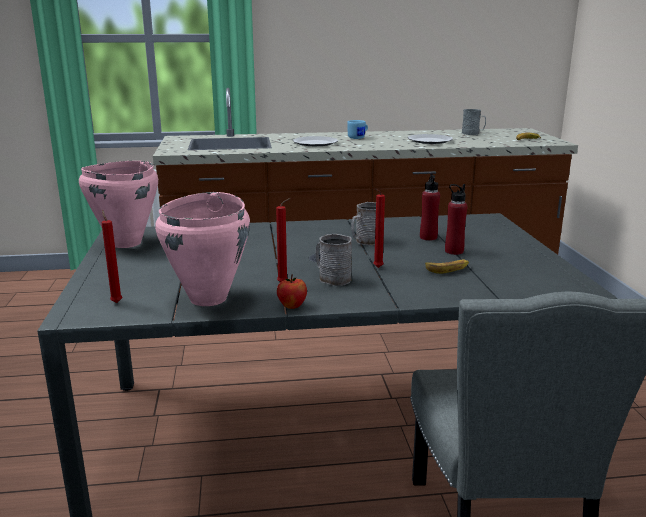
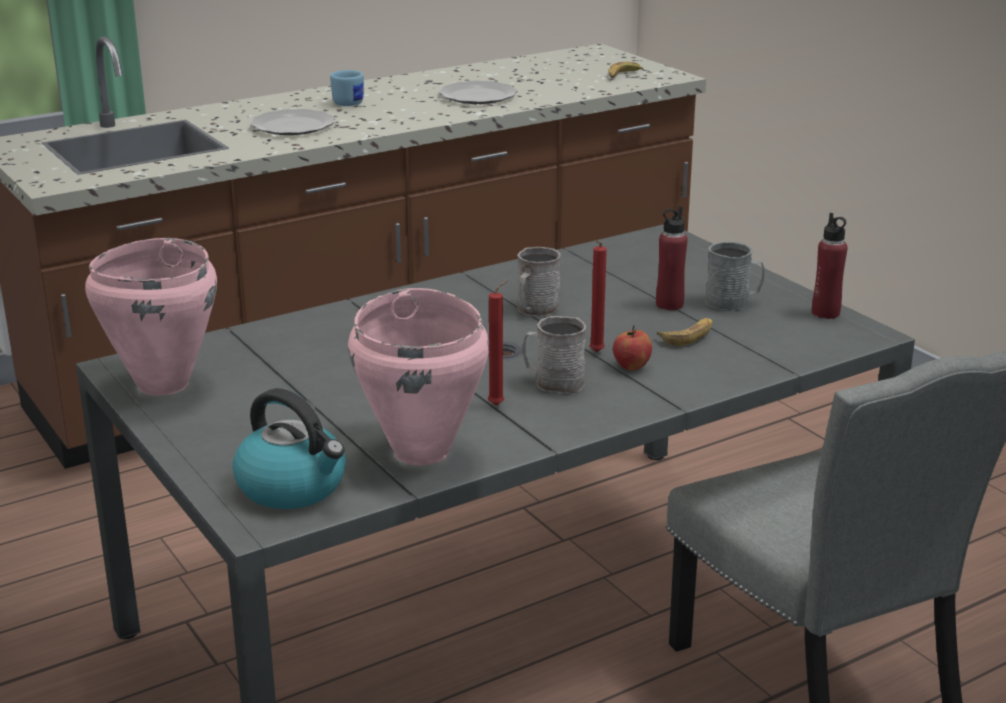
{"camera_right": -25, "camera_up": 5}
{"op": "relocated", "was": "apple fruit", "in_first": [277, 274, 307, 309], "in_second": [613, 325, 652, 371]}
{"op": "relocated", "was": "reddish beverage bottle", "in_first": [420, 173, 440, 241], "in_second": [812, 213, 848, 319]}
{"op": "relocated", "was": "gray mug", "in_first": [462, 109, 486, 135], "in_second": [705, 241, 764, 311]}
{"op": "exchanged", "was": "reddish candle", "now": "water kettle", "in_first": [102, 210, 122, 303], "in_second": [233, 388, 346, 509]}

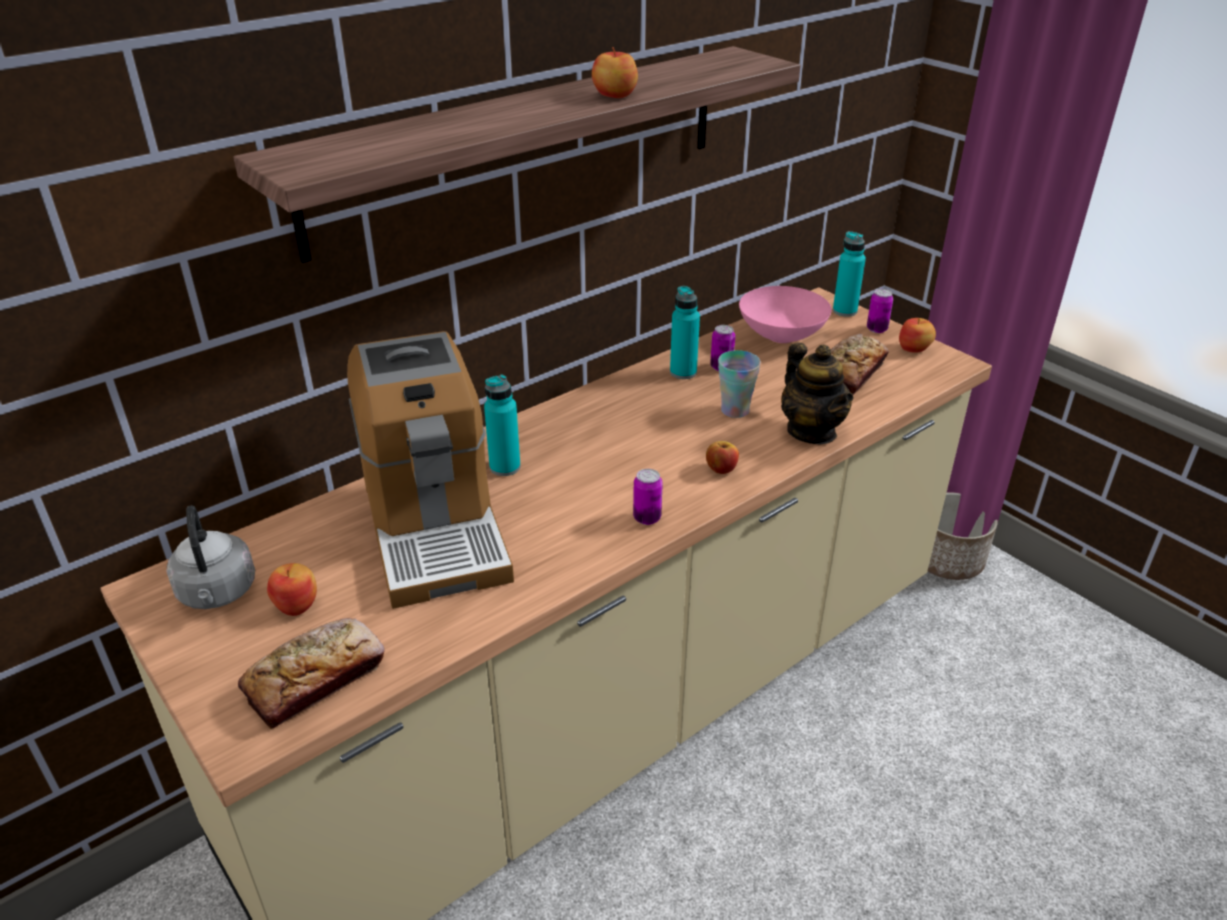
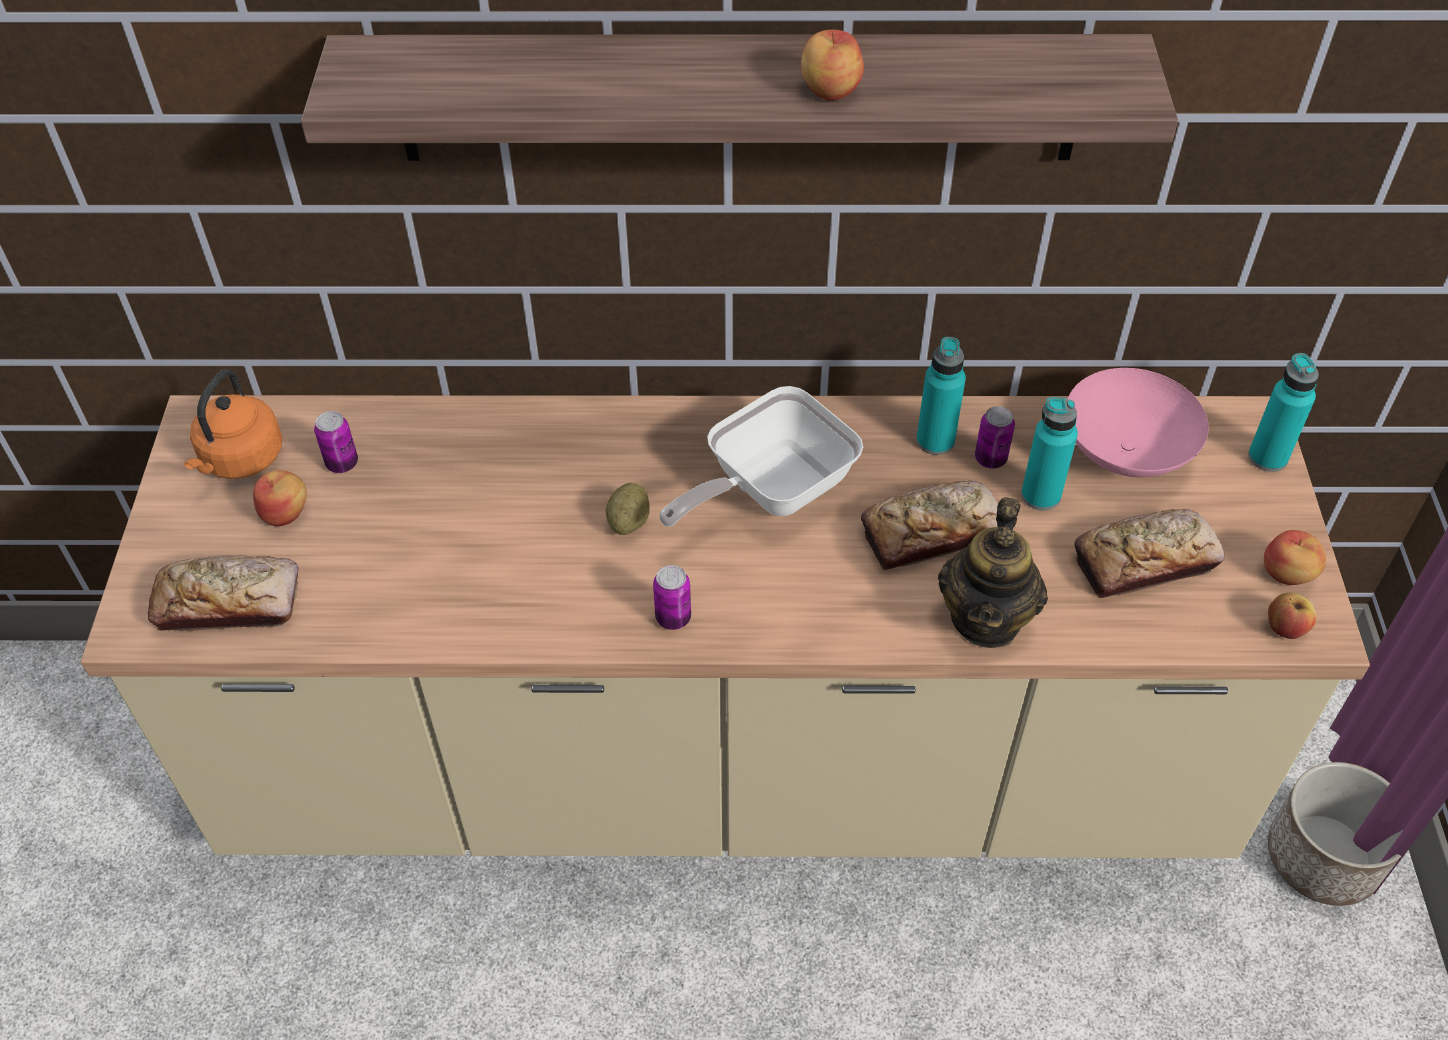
{"camera_right": 40, "camera_up": 15}
{"op": "missing", "was": "coffee brewer", "in_first": [347, 331, 514, 609]}
{"op": "appeared", "now": "spud", "in_second": [605, 483, 650, 535]}
{"op": "appeared", "now": "pan", "in_second": [659, 386, 863, 527]}
{"op": "relocated", "was": "turquoise-coloured beverage bottle", "in_first": [484, 375, 520, 476], "in_second": [1021, 397, 1078, 511]}
{"op": "relocated", "was": "apple fruit", "in_first": [706, 441, 739, 474], "in_second": [1268, 593, 1317, 639]}
{"op": "relocated", "was": "metal can", "in_first": [867, 289, 893, 333], "in_second": [314, 411, 358, 473]}
{"op": "exchanged", "was": "drinking cup", "now": "bread", "in_first": [718, 350, 761, 418], "in_second": [861, 481, 998, 570]}
{"op": "colour", "was": "gray water kettle", "now": "orangey water kettle", "in_first": [167, 506, 255, 609], "in_second": [184, 369, 282, 479]}

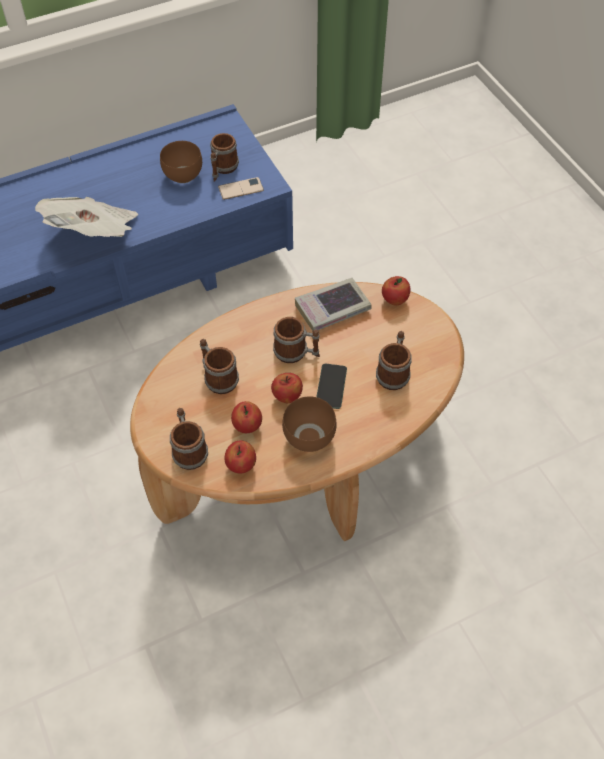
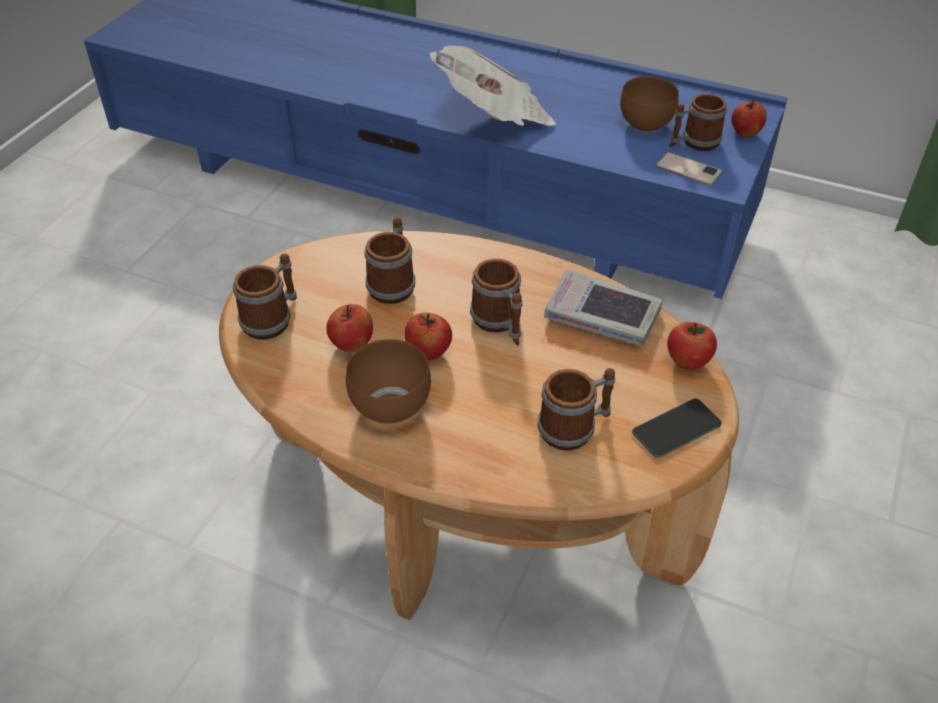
{"camera_right": 50, "camera_up": -10}
{"op": "relocated", "was": "apple fruit", "in_first": [225, 440, 256, 473], "in_second": [731, 98, 767, 137]}
{"op": "relocated", "was": "handset", "in_first": [317, 364, 347, 409], "in_second": [632, 398, 722, 458]}

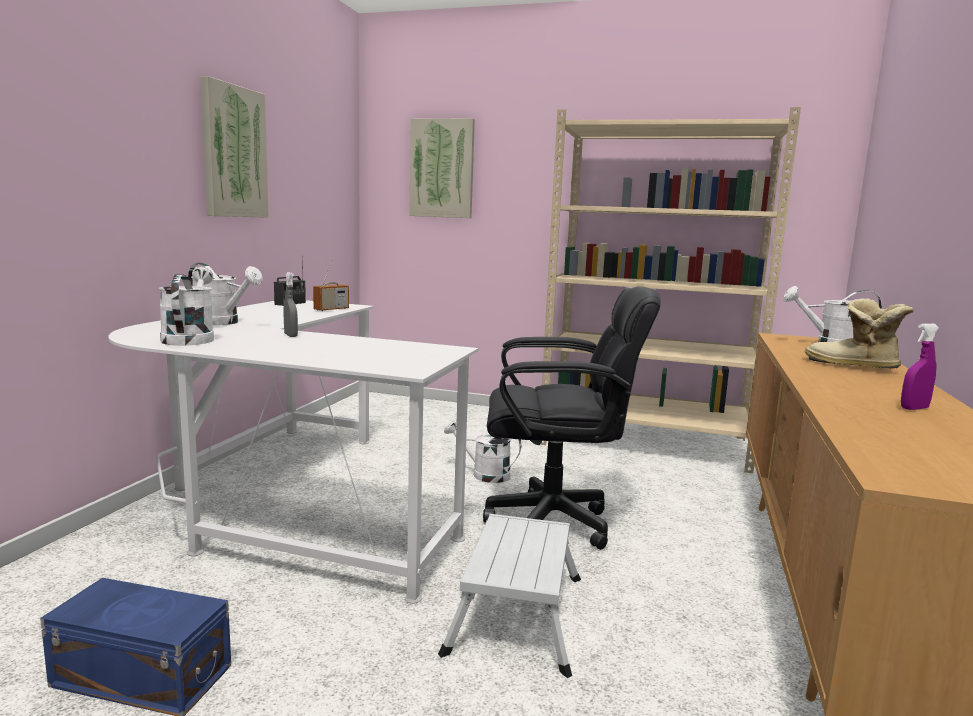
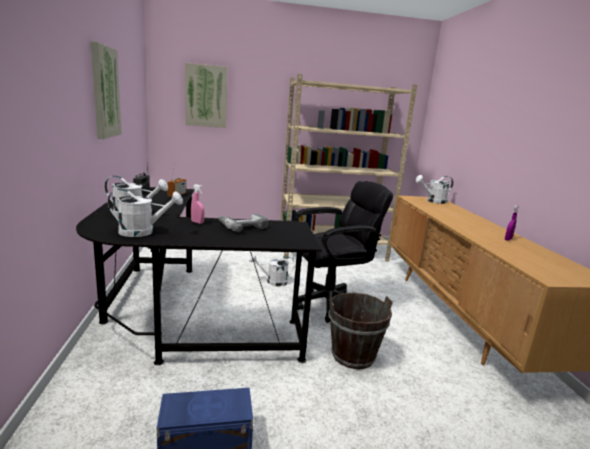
{"camera_right": -25, "camera_up": 5}
{"op": "missing", "was": "tall boot", "in_first": [805, 299, 914, 369]}
{"op": "appeared", "now": "electric drill", "in_second": [219, 214, 268, 232]}
{"op": "exchanged", "was": "white-coloured step stool", "now": "brownish bucket", "in_first": [438, 514, 581, 678], "in_second": [328, 293, 393, 369]}
{"op": "colour", "was": "white-coloured desk table", "now": "black desk table", "in_first": [108, 300, 478, 604], "in_second": [76, 187, 322, 365]}
{"op": "colour", "was": "gray hand sprayer", "now": "pink hand sprayer", "in_first": [284, 272, 298, 337], "in_second": [191, 184, 204, 224]}
{"op": "spun", "was": "white-coloured sprinkling can", "in_first": [159, 267, 214, 346], "in_second": [108, 189, 183, 237], "clockwise": 120}

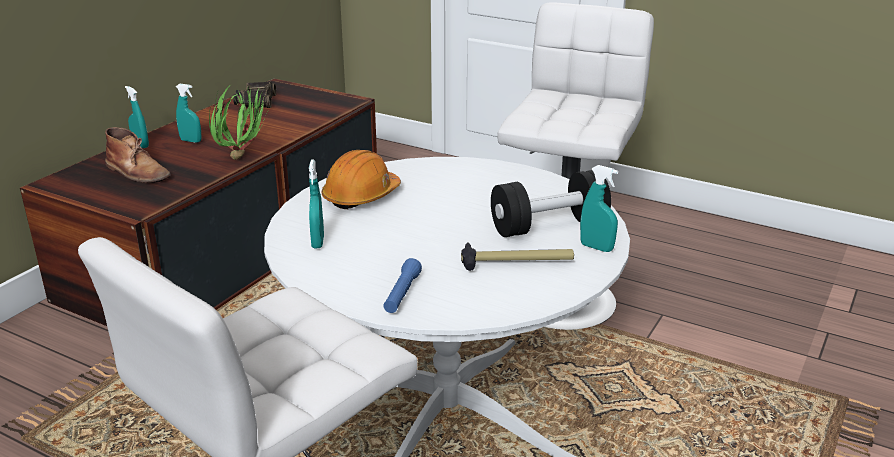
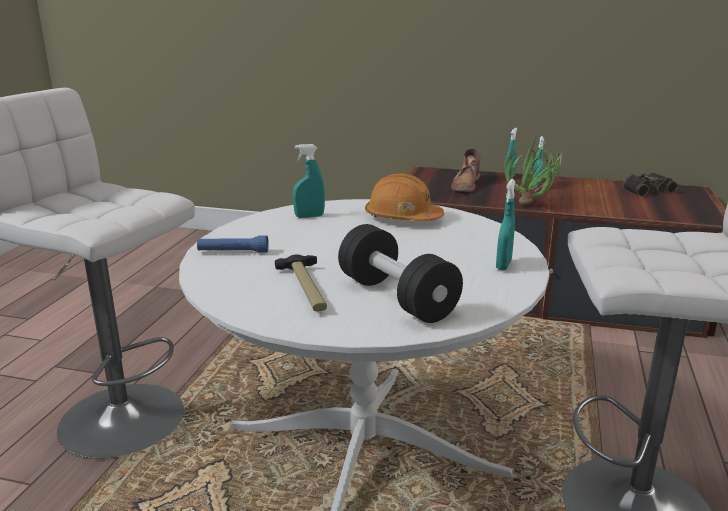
{"camera_right": 75, "camera_up": -5}
{"op": "relocated", "was": "turquoise-coloured hand sprayer", "in_first": [580, 165, 618, 252], "in_second": [496, 179, 515, 270]}

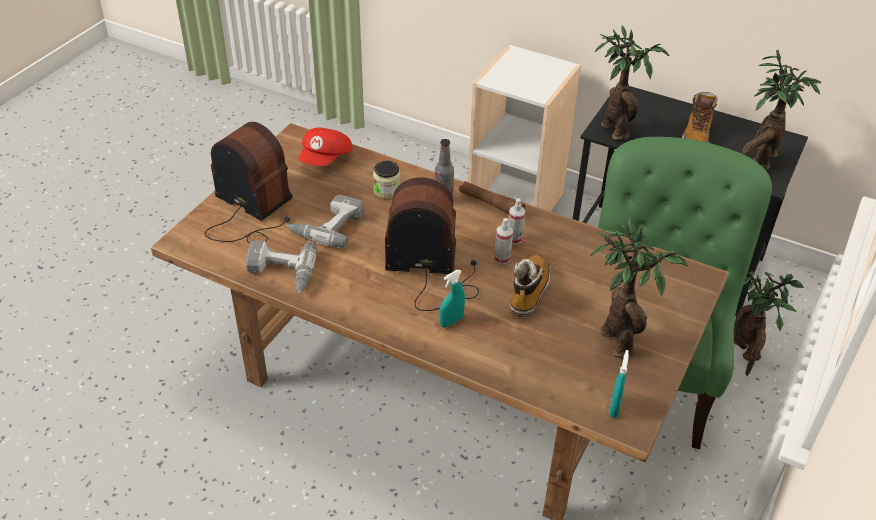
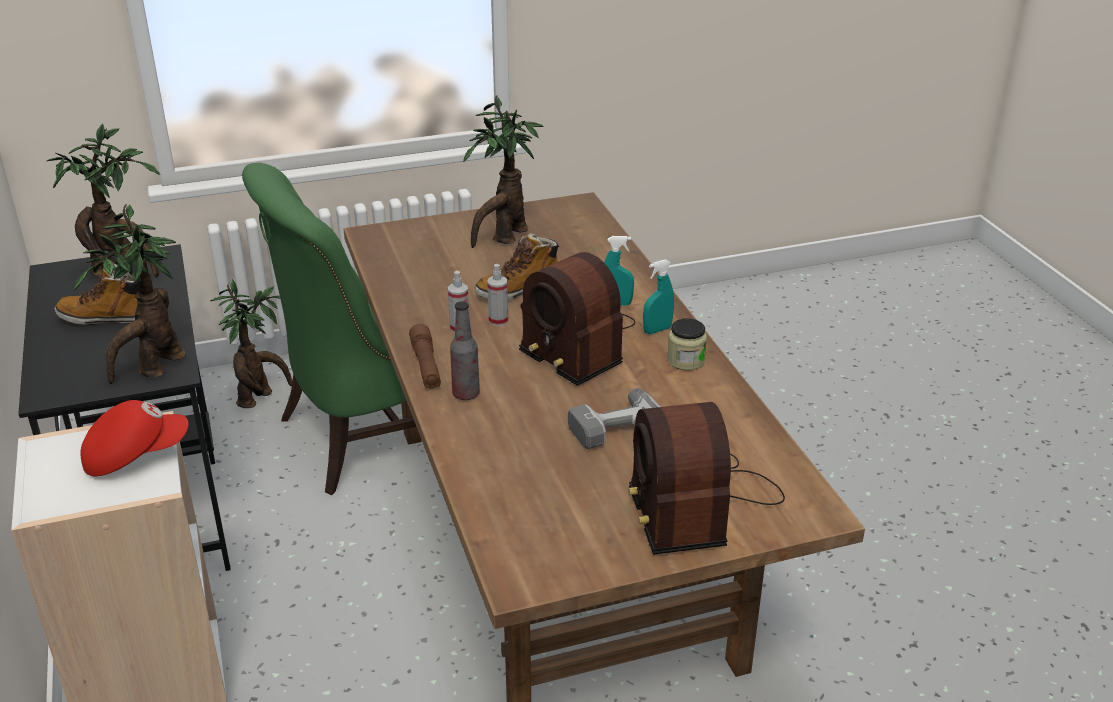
{"camera_right": -135, "camera_up": -10}
{"op": "missing", "was": "electric drill", "in_first": [246, 240, 317, 293]}
{"op": "relocated", "was": "reddish cap", "in_first": [298, 127, 352, 166], "in_second": [80, 400, 189, 476]}
{"op": "relocated", "was": "preserve jar", "in_first": [373, 161, 401, 199], "in_second": [667, 318, 707, 371]}
{"op": "relocated", "was": "turquoise-coloured hand sprayer", "in_first": [609, 350, 629, 418], "in_second": [643, 259, 674, 334]}
{"op": "spun", "was": "tall boot", "in_first": [682, 92, 717, 143], "in_second": [55, 264, 140, 325], "clockwise": -150}

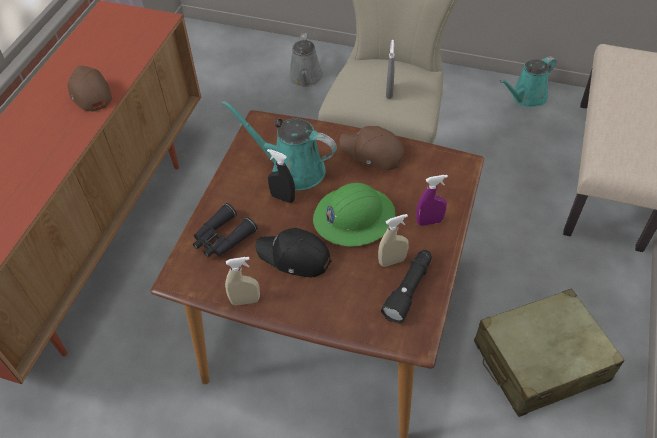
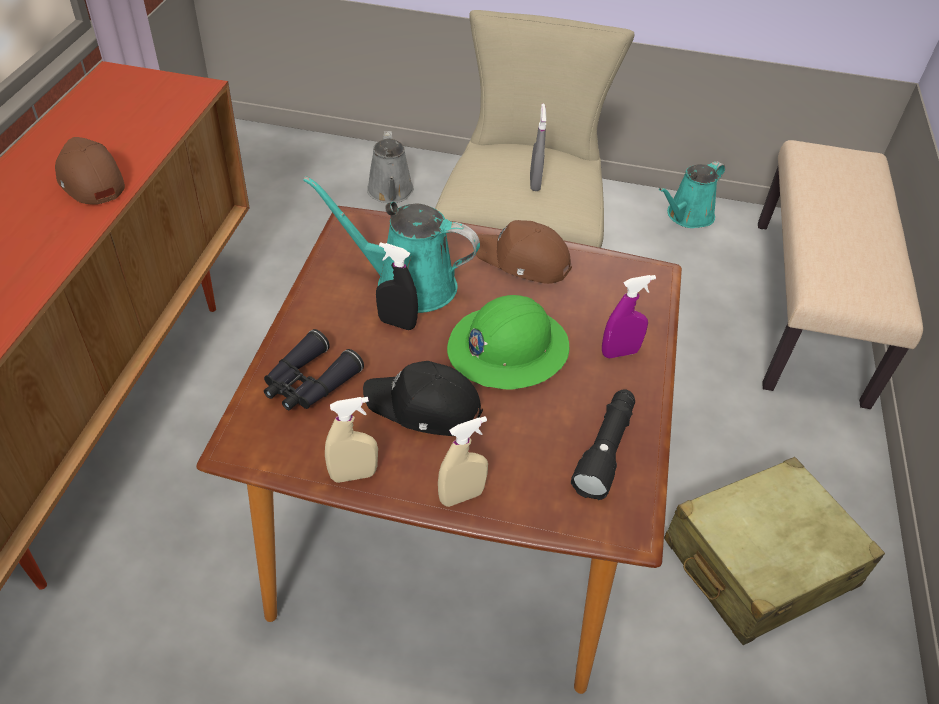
{"camera_right": -10, "camera_up": -5}
{"op": "relocated", "was": "beige hand sprayer", "in_first": [378, 214, 409, 267], "in_second": [438, 416, 488, 507]}

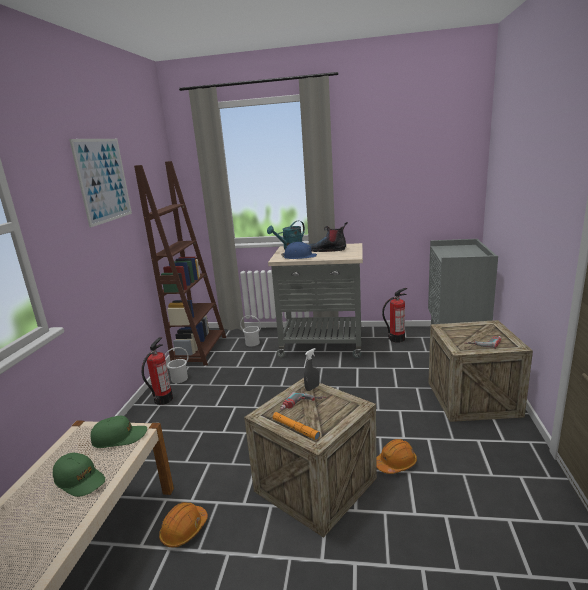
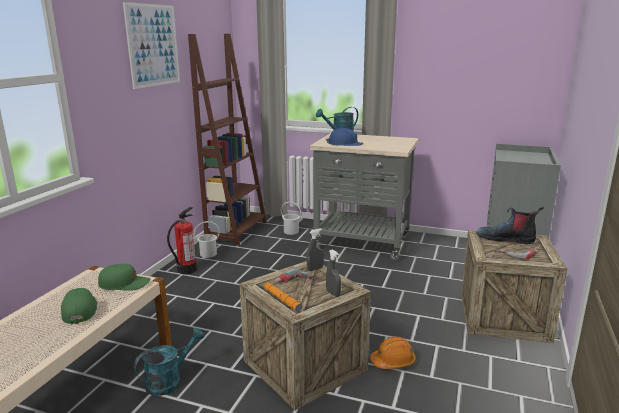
{"camera_right": 10, "camera_up": 0}
{"op": "missing", "was": "extinguisher", "in_first": [382, 288, 408, 343]}
{"op": "appeared", "now": "gray hand sprayer", "in_second": [326, 250, 341, 297]}
{"op": "relocated", "was": "tall boot", "in_first": [308, 222, 348, 252], "in_second": [476, 207, 544, 244]}
{"op": "exchanged", "was": "orangey work helmet", "now": "turquoise-coloured sprinkling can", "in_first": [159, 502, 208, 547], "in_second": [134, 328, 204, 396]}
{"op": "spun", "was": "green cap", "in_first": [53, 453, 105, 497], "in_second": [61, 288, 97, 324], "clockwise": -150}

